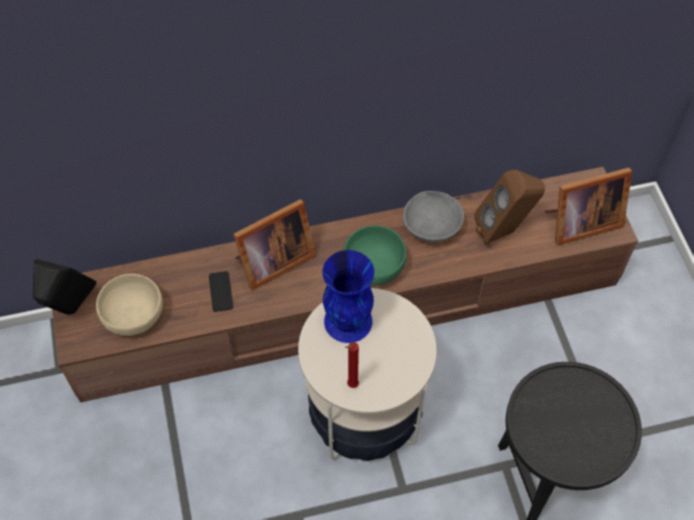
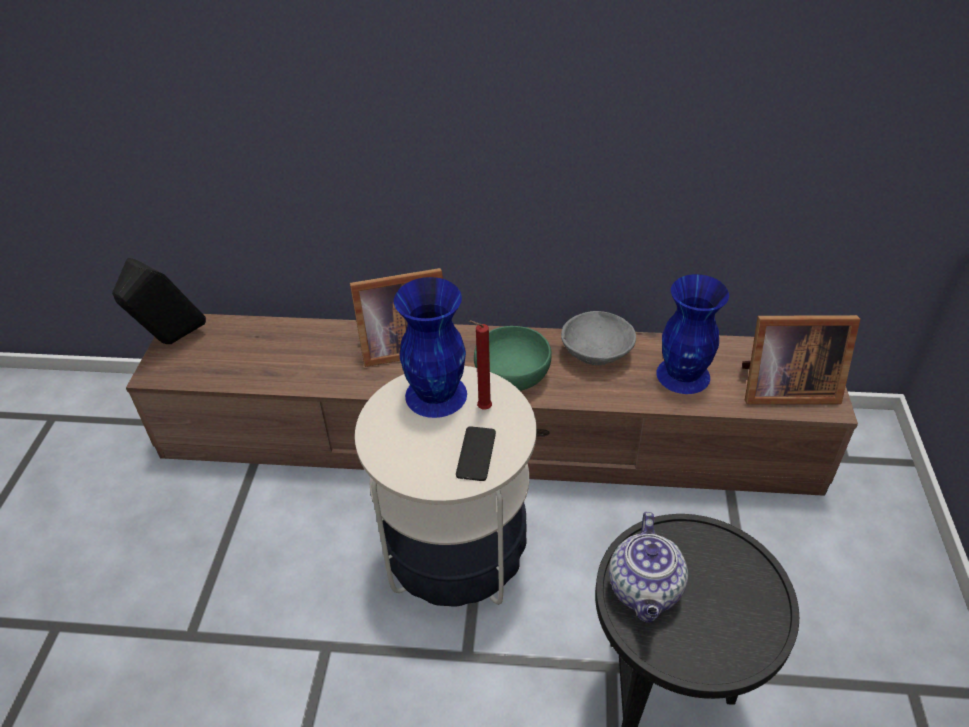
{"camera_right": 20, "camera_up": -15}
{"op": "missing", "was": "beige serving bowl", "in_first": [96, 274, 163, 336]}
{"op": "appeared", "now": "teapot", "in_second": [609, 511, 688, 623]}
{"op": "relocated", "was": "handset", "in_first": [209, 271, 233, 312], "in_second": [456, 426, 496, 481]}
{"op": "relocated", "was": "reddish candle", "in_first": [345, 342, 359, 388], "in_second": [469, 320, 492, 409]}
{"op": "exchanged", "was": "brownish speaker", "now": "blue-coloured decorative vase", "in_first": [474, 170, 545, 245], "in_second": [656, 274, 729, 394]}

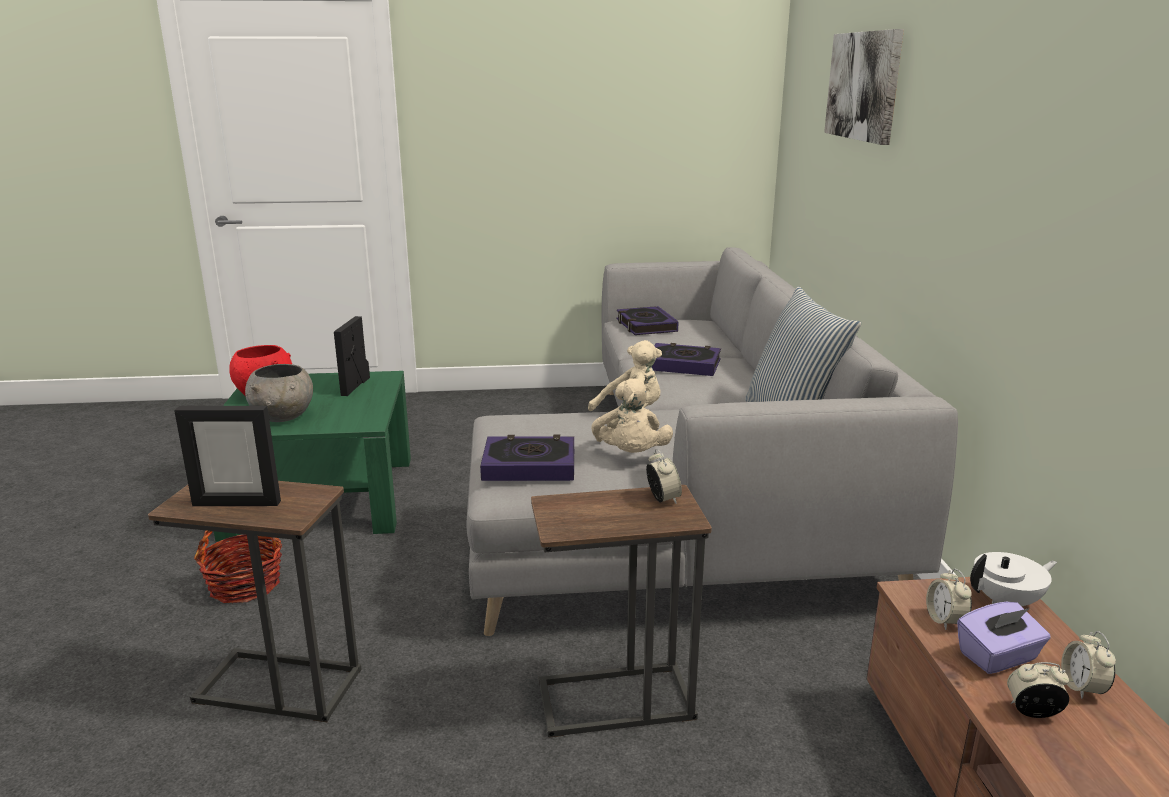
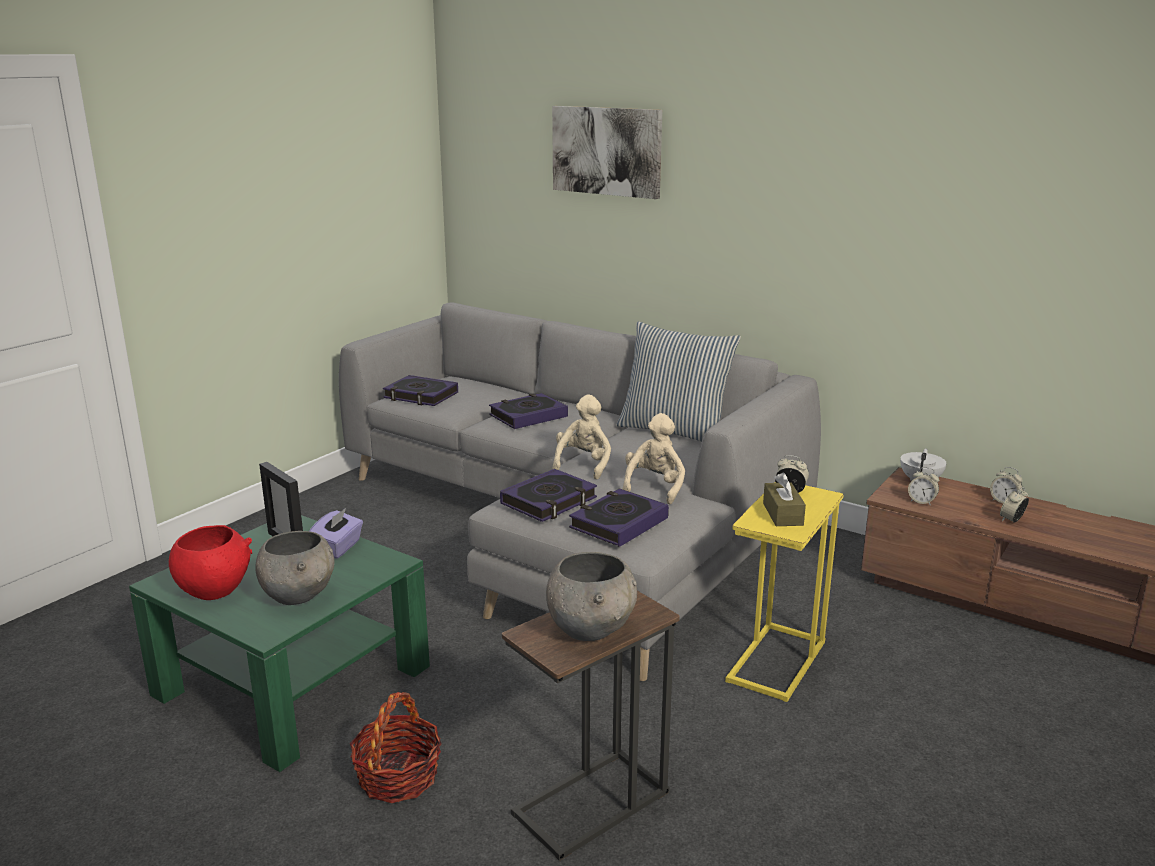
{"camera_right": -50, "camera_up": 0}
{"op": "appeared", "now": "book", "in_second": [500, 469, 597, 522]}
{"op": "appeared", "now": "brownish box of tissues", "in_second": [763, 473, 806, 526]}
{"op": "relocated", "was": "purple box of tissues", "in_first": [957, 602, 1051, 674], "in_second": [309, 508, 363, 559]}
{"op": "exchanged", "was": "standing frame", "now": "gray serving bowl", "in_first": [174, 406, 281, 506], "in_second": [546, 552, 637, 641]}
{"op": "colour", "was": "brownish end table", "now": "yellow end table", "in_first": [531, 485, 712, 738], "in_second": [725, 482, 844, 702]}
{"op": "spun", "was": "beige plush toy", "in_first": [591, 378, 673, 453], "in_second": [623, 413, 685, 504], "clockwise": -105}

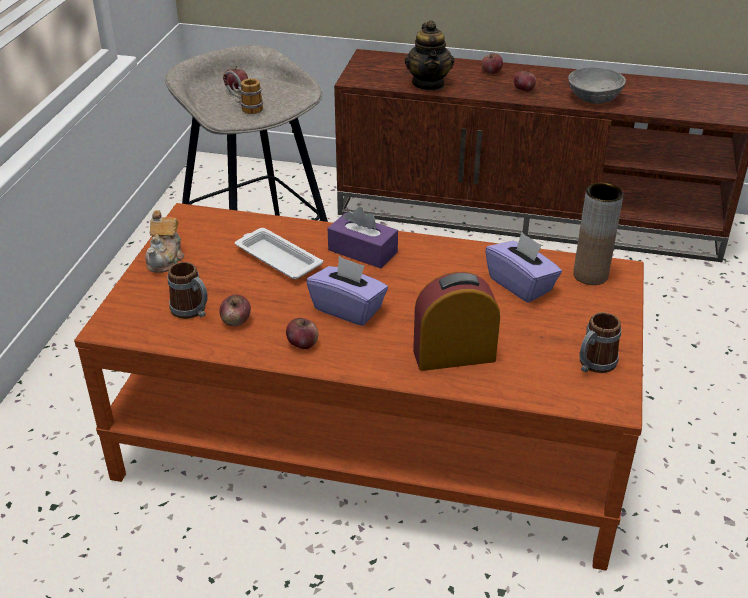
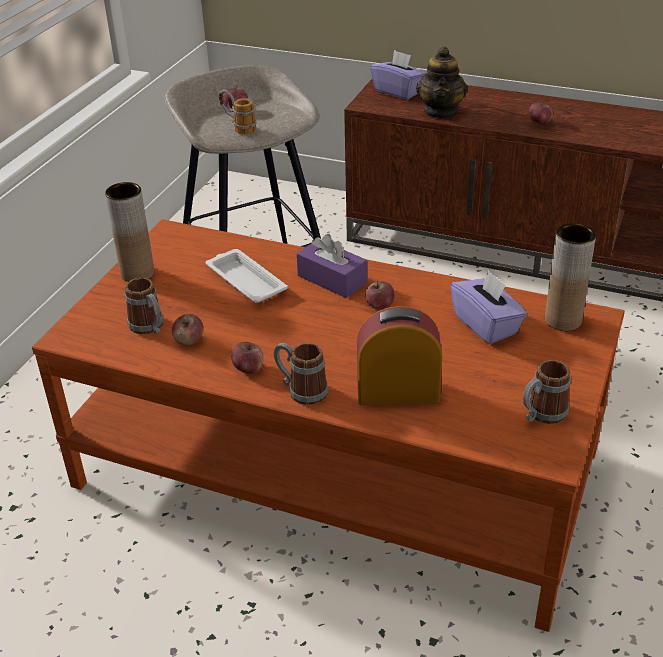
{"camera_right": 10, "camera_up": 0}
{"op": "missing", "was": "gray serving bowl", "in_first": [568, 67, 626, 104]}
{"op": "appeared", "now": "mug", "in_second": [274, 343, 329, 405]}
{"op": "relocated", "was": "purple box of tissues", "in_first": [306, 256, 388, 326], "in_second": [370, 50, 427, 100]}
{"op": "relocated", "was": "apple fruit", "in_first": [482, 53, 503, 74], "in_second": [365, 281, 395, 310]}
{"op": "exchanged", "was": "teapot", "now": "brownish decorative vase", "in_first": [145, 210, 184, 273], "in_second": [105, 182, 154, 282]}

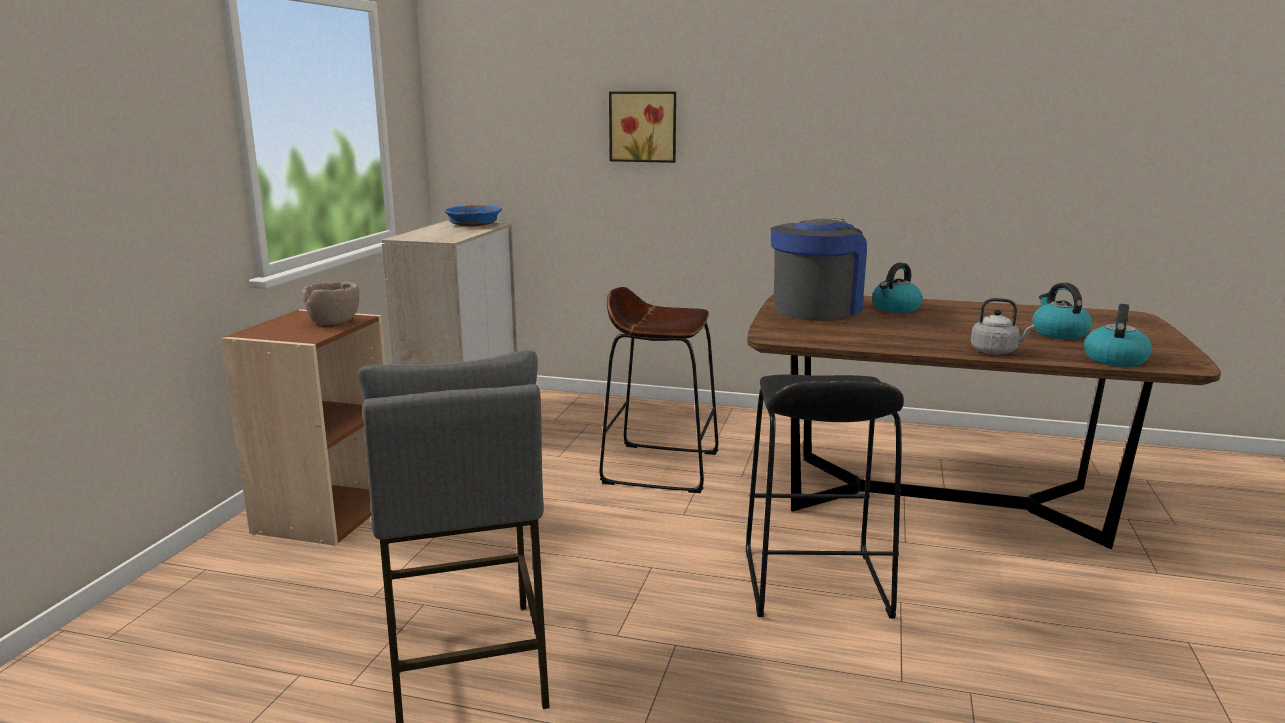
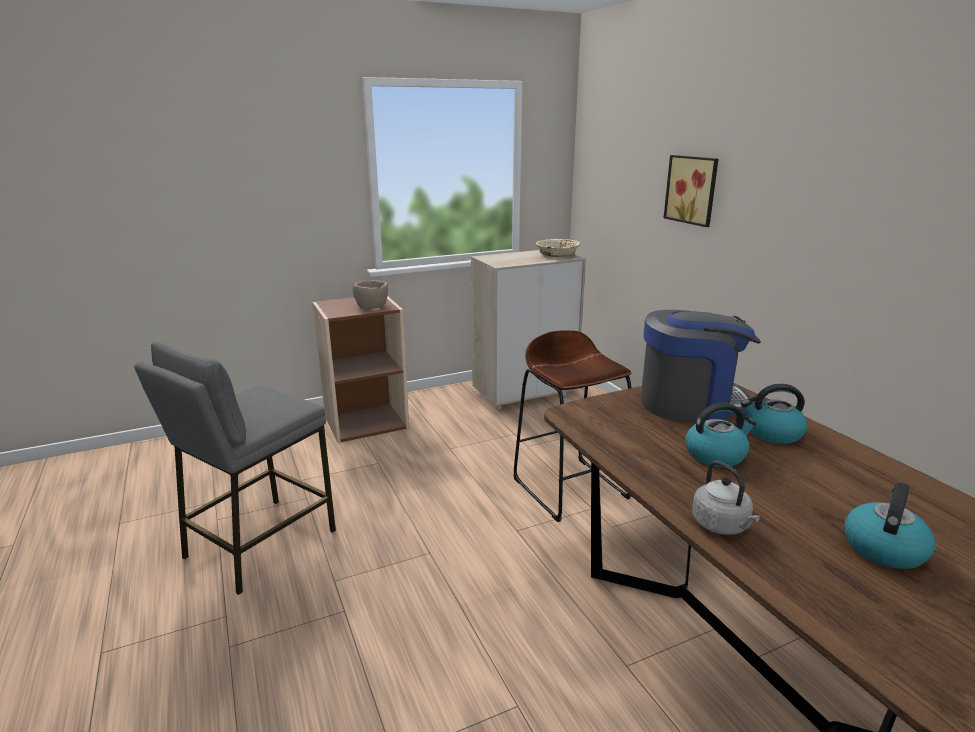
{"camera_right": 50, "camera_up": 5}
{"op": "missing", "was": "black sitting stool", "in_first": [746, 375, 904, 619]}
{"op": "relocated", "was": "water kettle", "in_first": [1084, 304, 1152, 367], "in_second": [685, 402, 757, 467]}
{"op": "colour", "was": "blue-coloured serving bowl", "now": "beige serving bowl", "in_first": [444, 205, 502, 227], "in_second": [536, 239, 580, 257]}

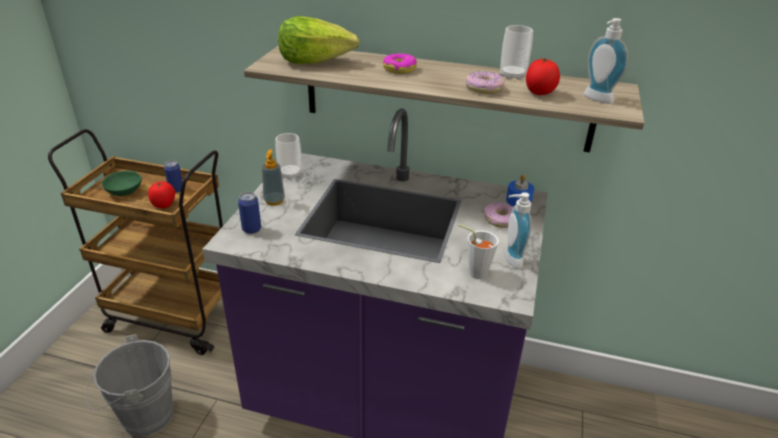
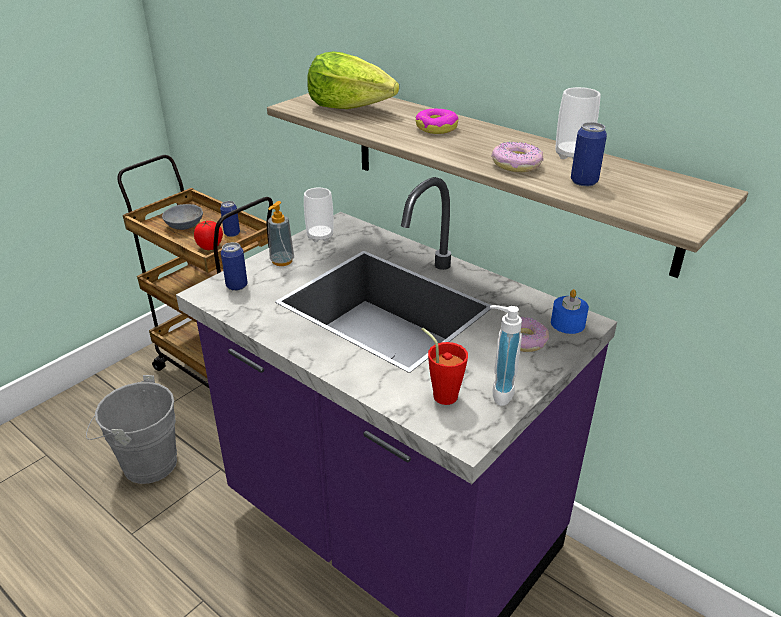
{"camera_right": 25, "camera_up": 0}
{"op": "missing", "was": "soap bottle", "in_first": [584, 18, 628, 104]}
{"op": "exchanged", "was": "tomato", "now": "metal can", "in_first": [526, 58, 560, 95], "in_second": [571, 122, 607, 186]}
{"op": "colour", "was": "green serving bowl", "now": "gray serving bowl", "in_first": [102, 171, 142, 196], "in_second": [162, 204, 203, 230]}
{"op": "colour", "was": "white-coloured drinking cup", "now": "reddish drinking cup", "in_first": [458, 224, 499, 279], "in_second": [421, 327, 468, 405]}

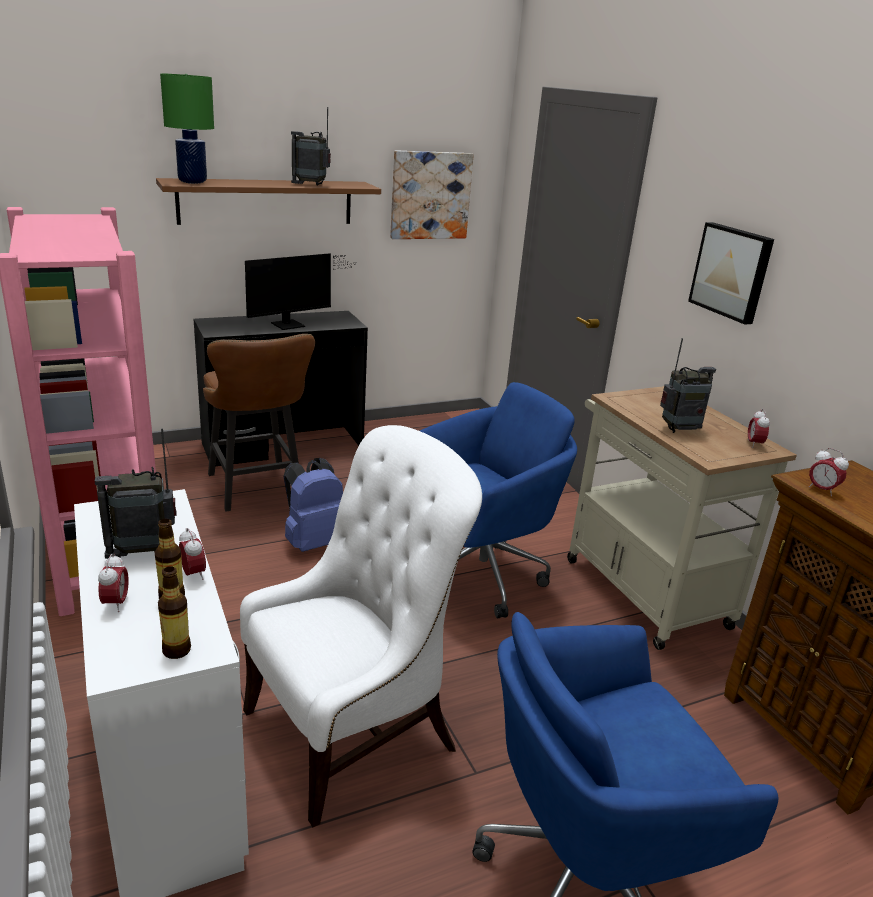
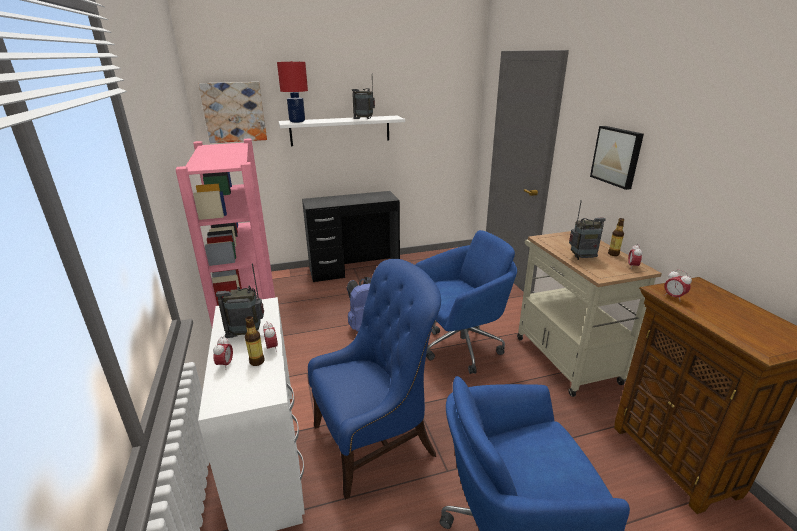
{"camera_right": 10, "camera_up": 0}
{"op": "missing", "was": "brownish sitting stool", "in_first": [203, 334, 315, 512]}
{"op": "missing", "was": "monitor", "in_first": [245, 253, 355, 330]}
{"op": "relocated", "was": "beverage bottle", "in_first": [158, 566, 191, 659], "in_second": [608, 218, 624, 256]}
{"op": "relocated", "was": "wall art", "in_first": [390, 150, 474, 239], "in_second": [199, 82, 267, 143]}
{"op": "colour", "was": "brownish wall shelf", "now": "white-coloured wall shelf", "in_first": [156, 178, 381, 225], "in_second": [278, 116, 405, 146]}
{"op": "colour", "was": "green table lamp", "now": "reddish table lamp", "in_first": [160, 73, 214, 184], "in_second": [277, 61, 308, 123]}
{"op": "colour", "was": "white-coloured upright chair", "now": "blue-coloured upright chair", "in_first": [240, 425, 482, 827], "in_second": [308, 259, 441, 500]}

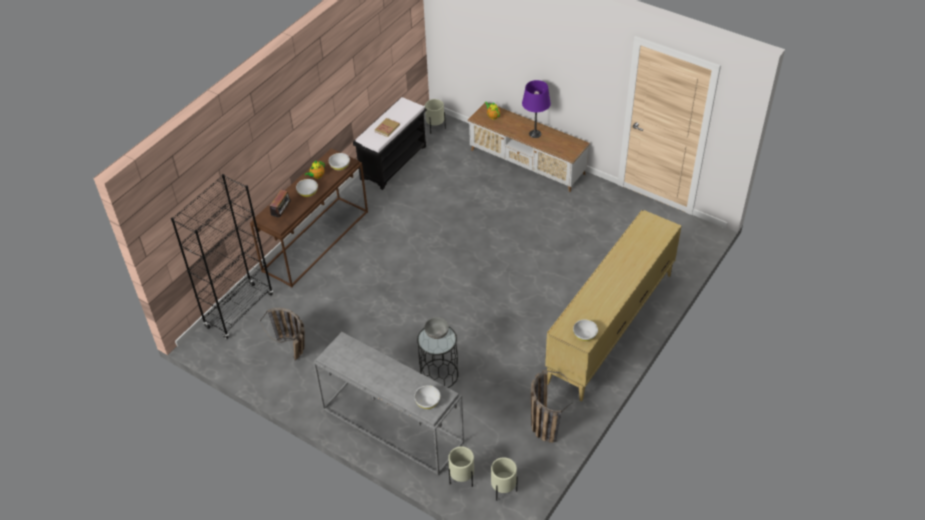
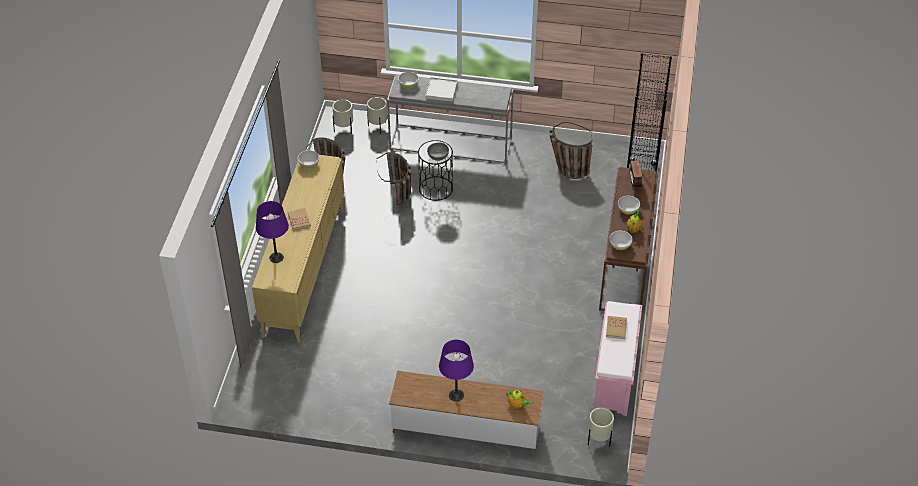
{"camera_right": 155, "camera_up": 0}
{"op": "appeared", "now": "purple table lamp", "in_second": [256, 201, 289, 263]}
{"op": "appeared", "now": "book", "in_second": [288, 208, 311, 230]}
{"op": "appeared", "now": "storage basket", "in_second": [376, 152, 411, 205]}
{"op": "appeared", "now": "white-coloured serving tray", "in_second": [425, 77, 458, 102]}
{"op": "colour", "was": "black bench", "now": "pink bench", "in_first": [353, 97, 427, 190], "in_second": [594, 301, 642, 416]}

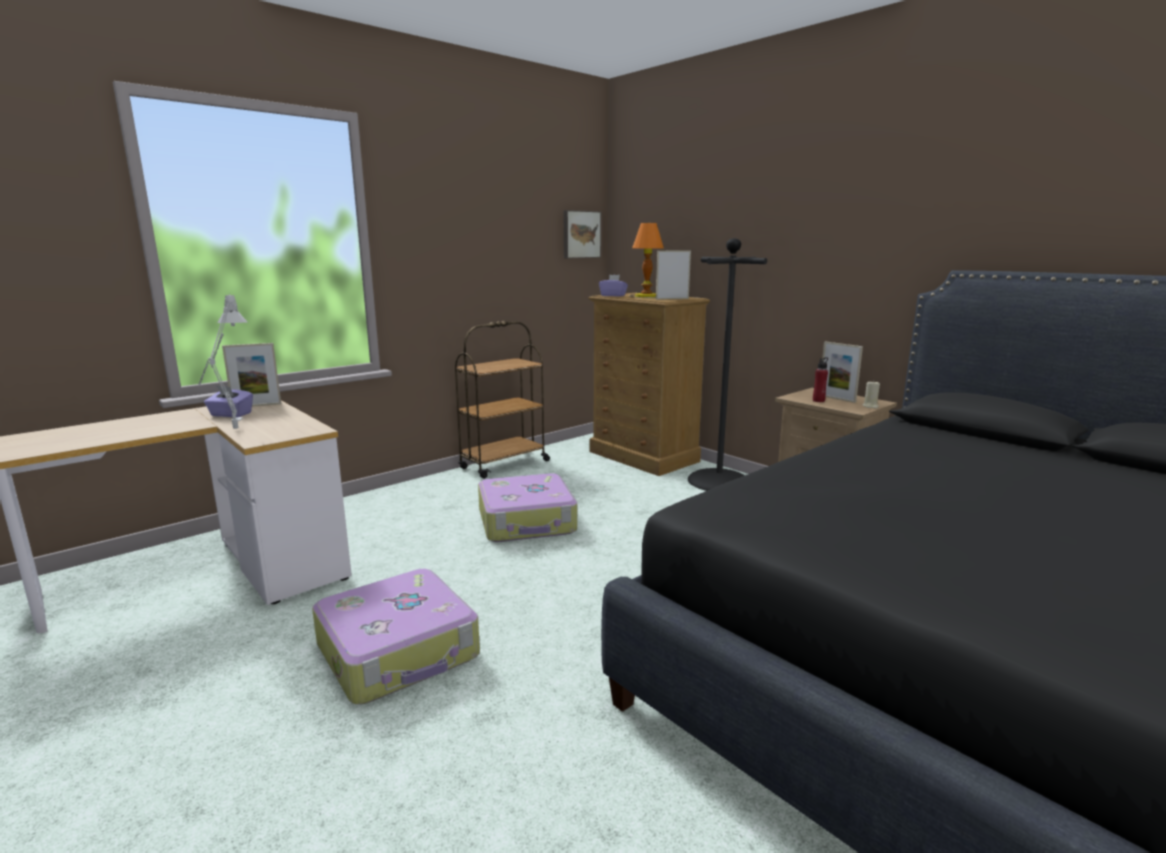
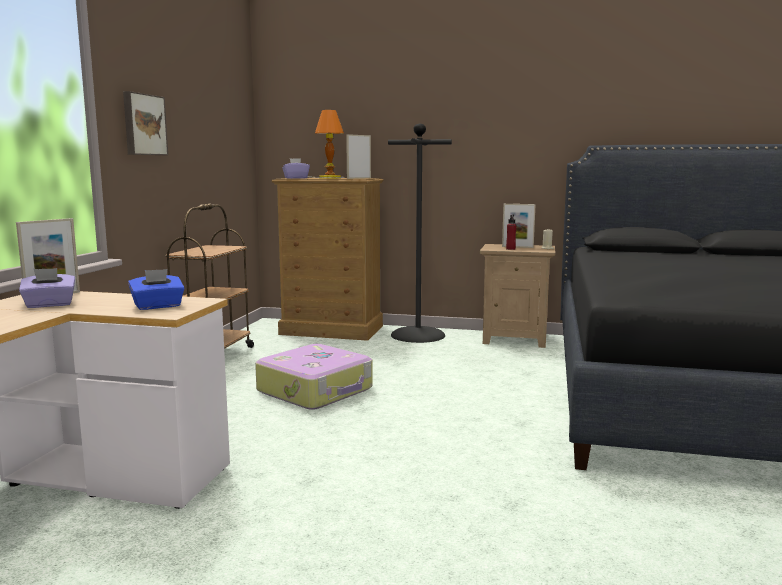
{"camera_right": -35, "camera_up": -5}
{"op": "missing", "was": "gray table lamp", "in_first": [198, 293, 247, 429]}
{"op": "missing", "was": "suitcase", "in_first": [312, 569, 480, 705]}
{"op": "appeared", "now": "blue-coloured box of tissues", "in_second": [128, 269, 185, 310]}
{"op": "relocated", "was": "wall art", "in_first": [563, 210, 601, 258], "in_second": [123, 91, 168, 155]}

